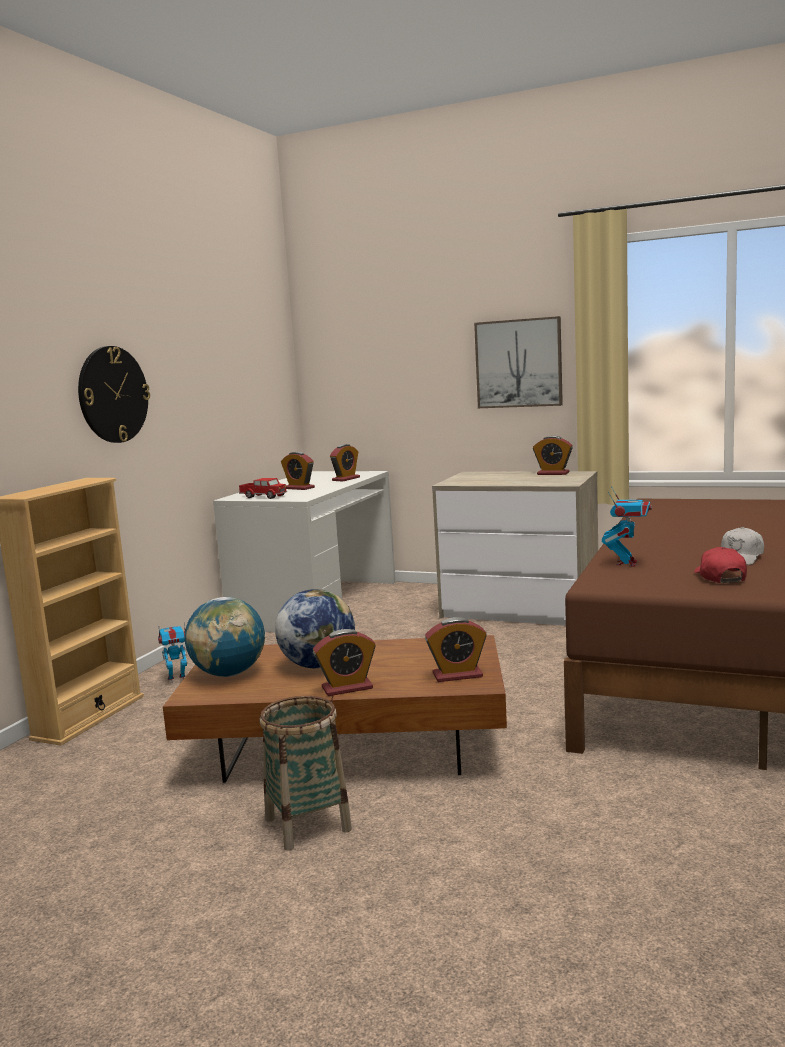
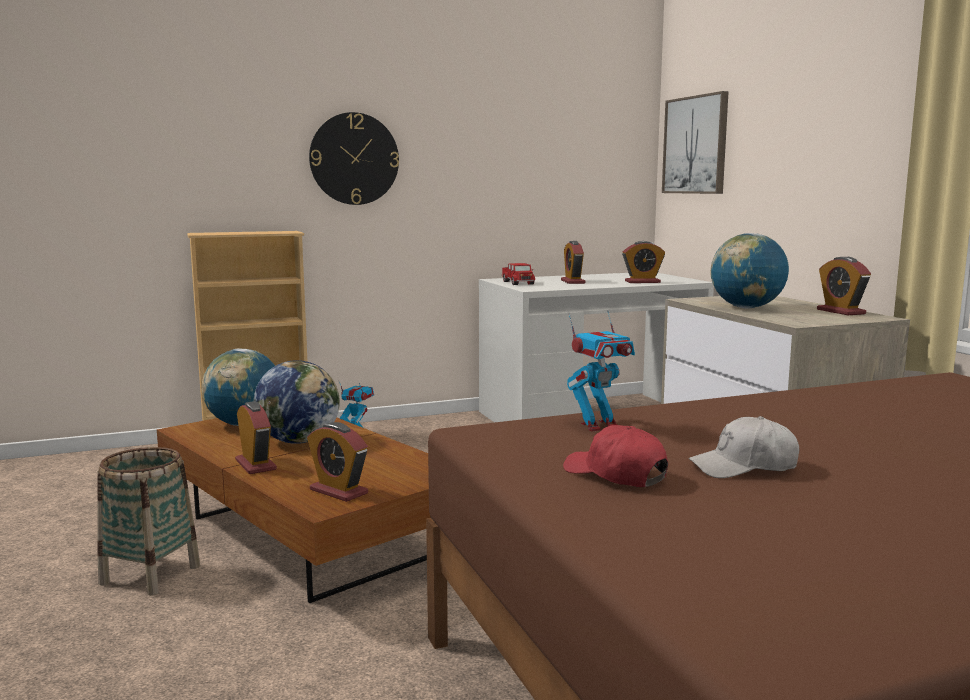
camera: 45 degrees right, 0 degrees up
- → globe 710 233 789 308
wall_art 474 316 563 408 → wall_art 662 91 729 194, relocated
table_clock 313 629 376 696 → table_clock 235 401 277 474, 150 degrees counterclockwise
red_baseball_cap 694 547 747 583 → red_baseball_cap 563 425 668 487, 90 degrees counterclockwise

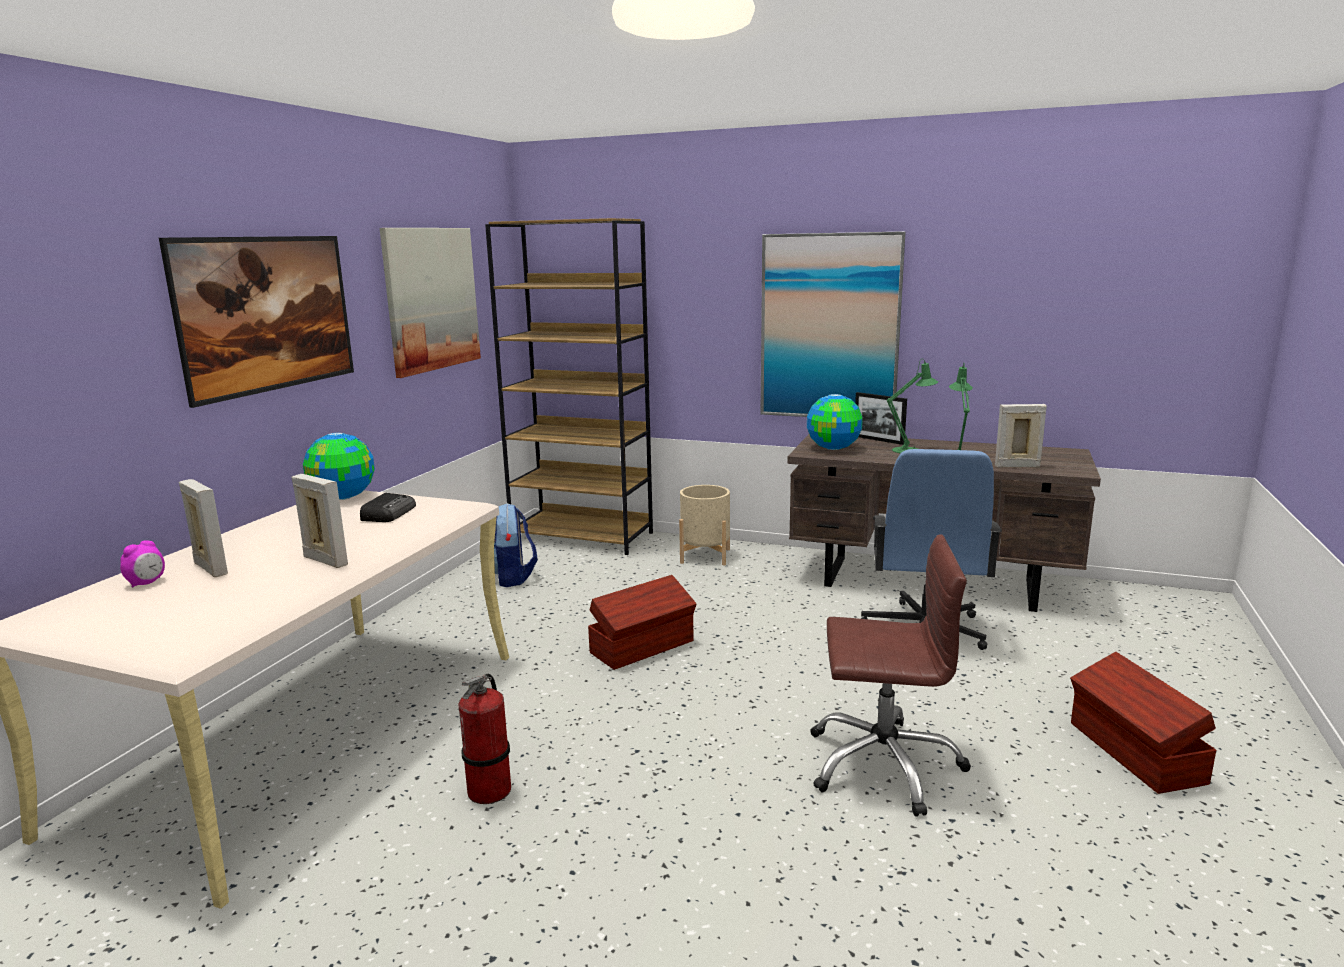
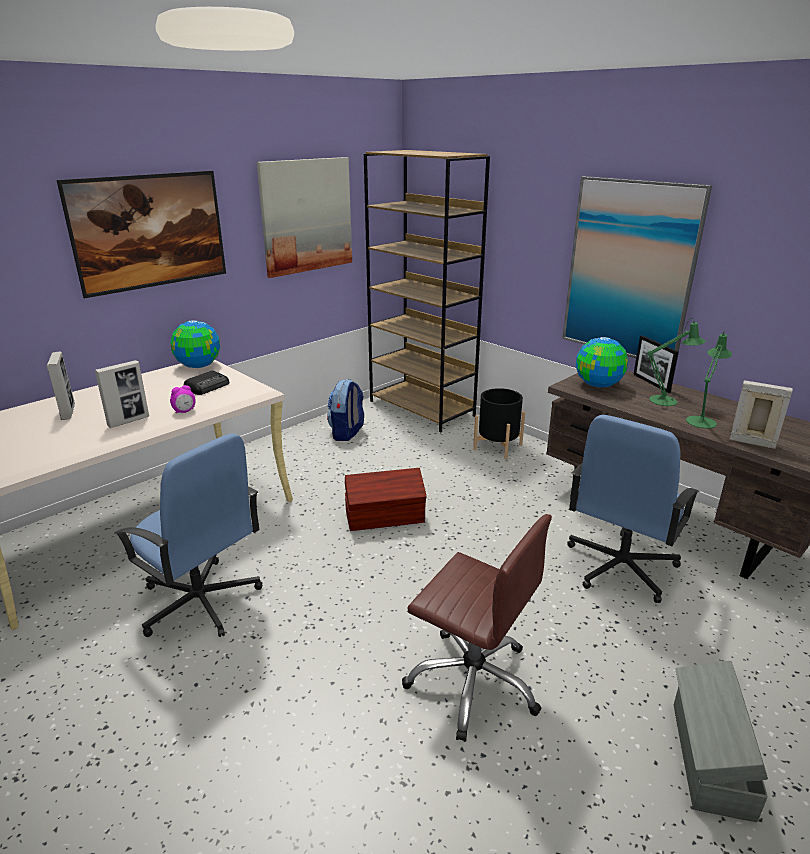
camera: 25 degrees right, 10 degrees up
table_clock 120 540 165 587 → table_clock 170 385 196 413, relocated
fire-fighting_cylinder 459 674 511 804 → bluish_computer_chair 114 433 263 637
beige-coloured_flower_pot 679 485 730 565 → black_flower_pot 473 388 525 459
brown_storage_box 1070 652 1216 794 → grey_storage_box 674 661 768 822
photo_frame 291 474 348 568 → photo_frame 95 360 149 428, 75 degrees clockwise

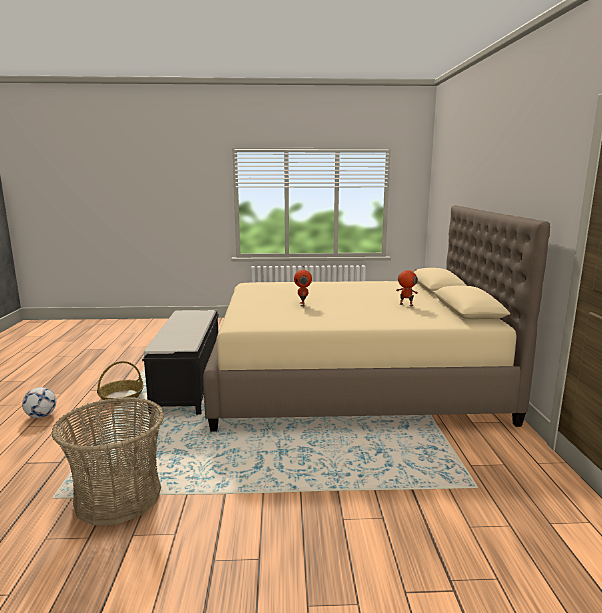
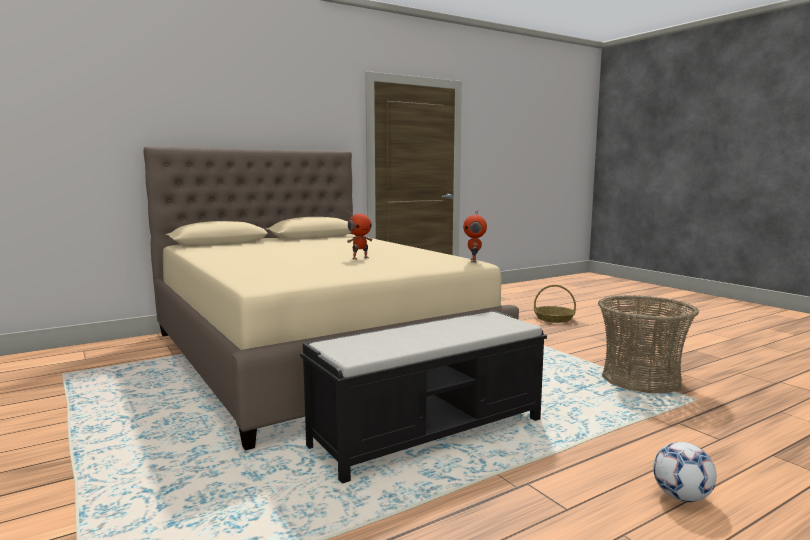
camera: 120 degrees left, 5 degrees down
household_basket 97 361 144 404 → household_basket 534 285 576 323, relocated
model_robot 396 269 418 307 → model_robot 463 211 487 262, relocated

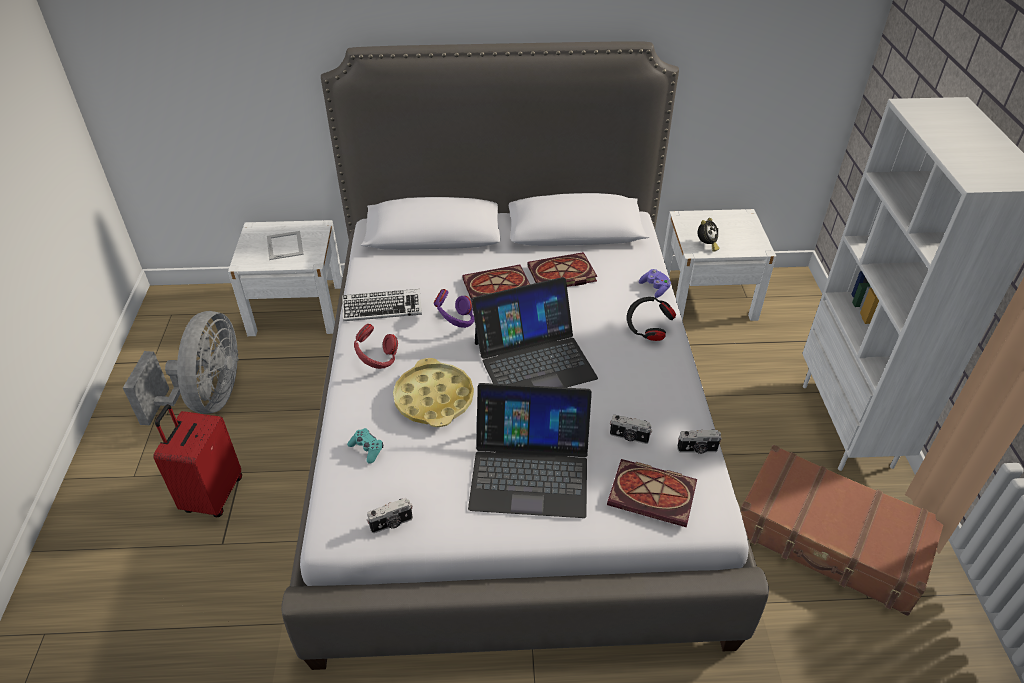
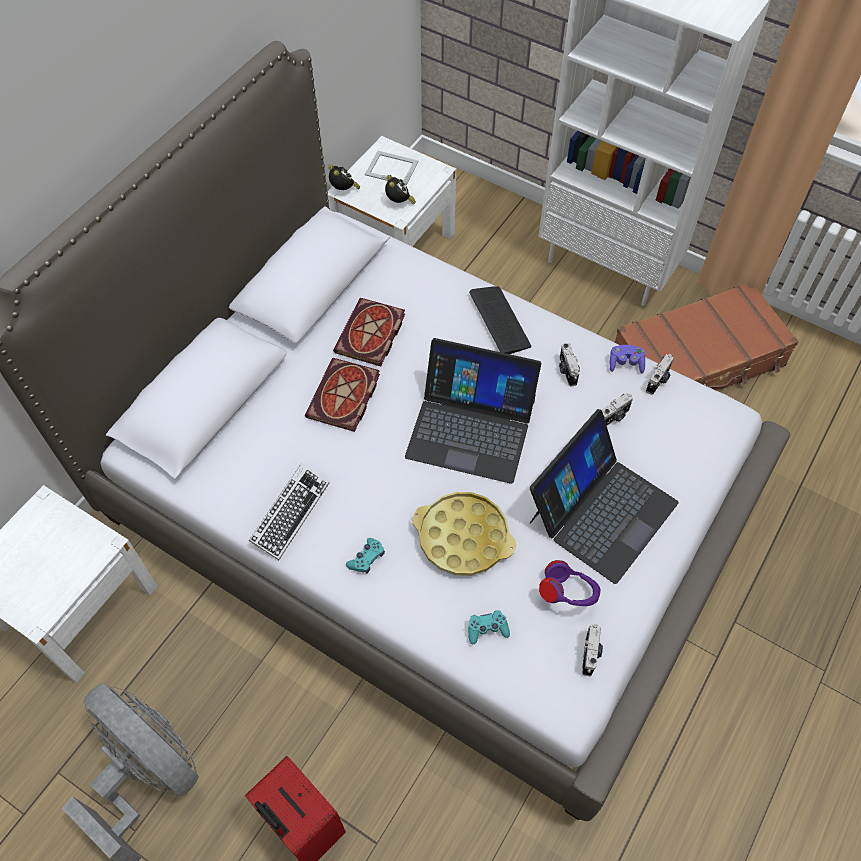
camera: 55 degrees left, 15 degrees up
book 607 459 697 528 → -
- → table_clock 328 164 360 190
- → photo_camera 559 343 580 386
photo_frame 267 231 304 260 → photo_frame 365 151 419 185, relocated
purple_pair_of_headphones 434 289 474 328 → purple_pair_of_headphones 539 560 601 606, relocated
purple_gamepad 639 269 671 298 → purple_gamepad 610 345 645 373, relocated
red_pair_of_headphones 354 324 398 369 → blue-green_gamepad 346 538 385 574
black_pair_of_headphones 627 297 676 341 → computer_keyboard 469 286 532 354
notebook_computer 471 277 598 388 → notebook_computer 405 338 541 484, 90 degrees clockwise

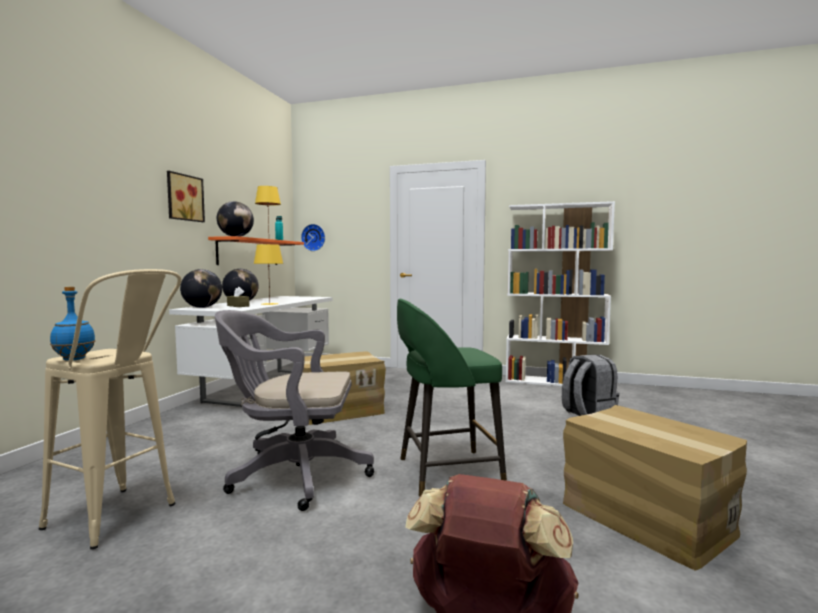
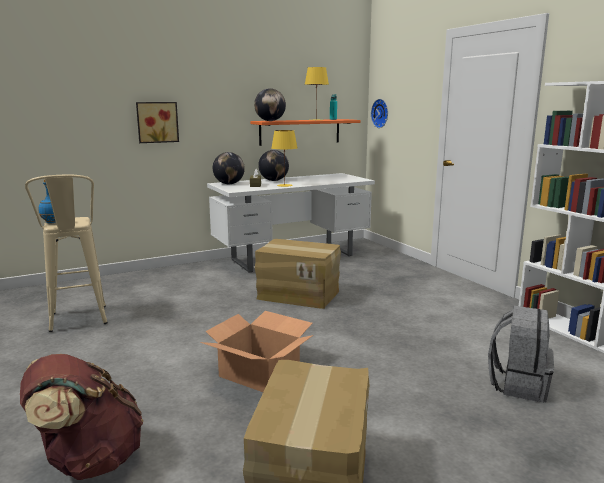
camera: 45 degrees right, 10 degrees up
grey_computer_chair 215 310 374 511 → -
wall_art 167 171 205 222 → wall_art 136 102 179 143, relocated
green_stool 397 299 507 496 → packing_box 200 311 313 392

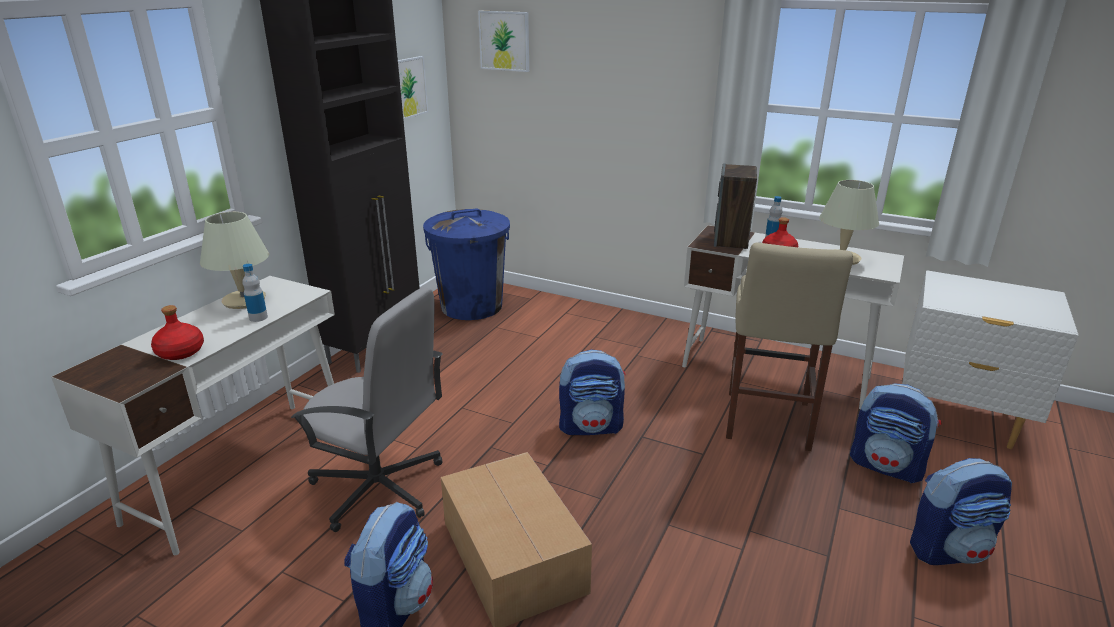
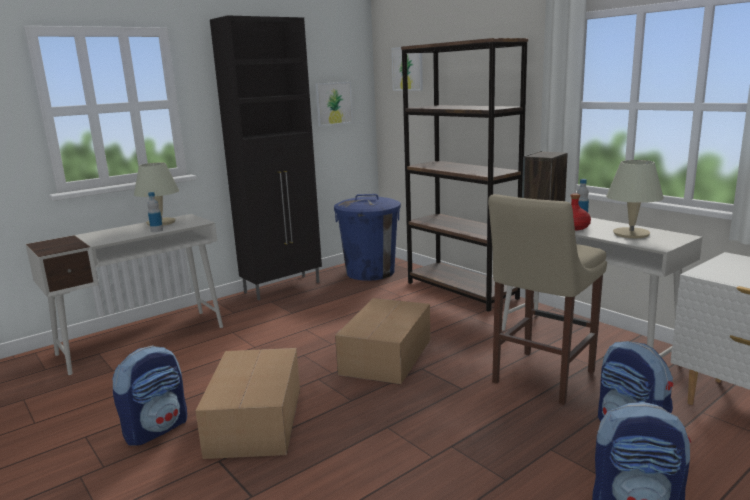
camera: 25 degrees right, 10 degrees down
red_bottle 151 305 204 360 → -
grey_computer_chair 291 288 442 532 → -
- → brown_bookcase 401 38 528 312
knapsack 559 349 626 435 → packing_box 335 298 430 385

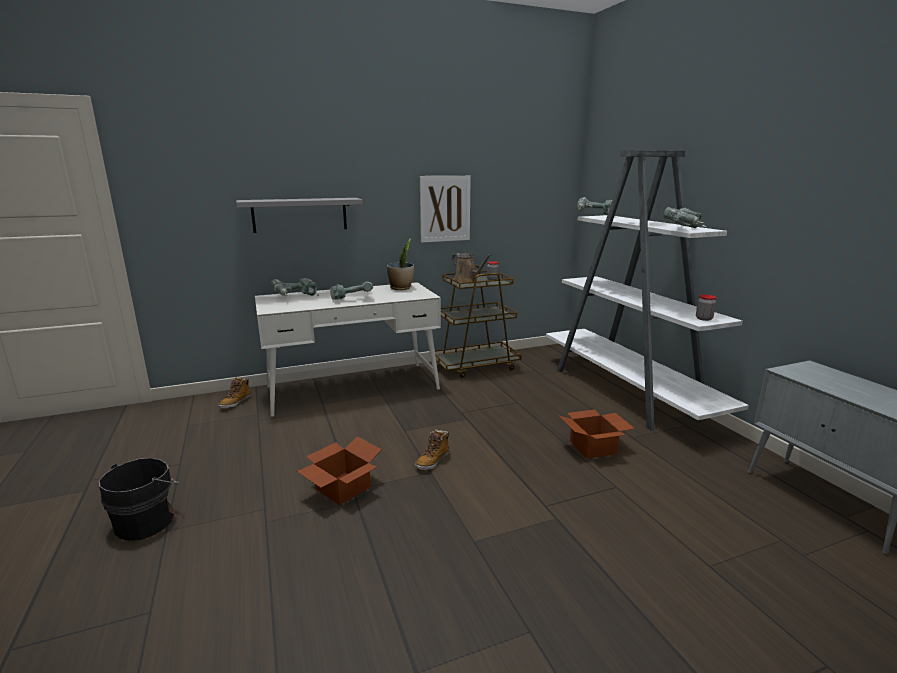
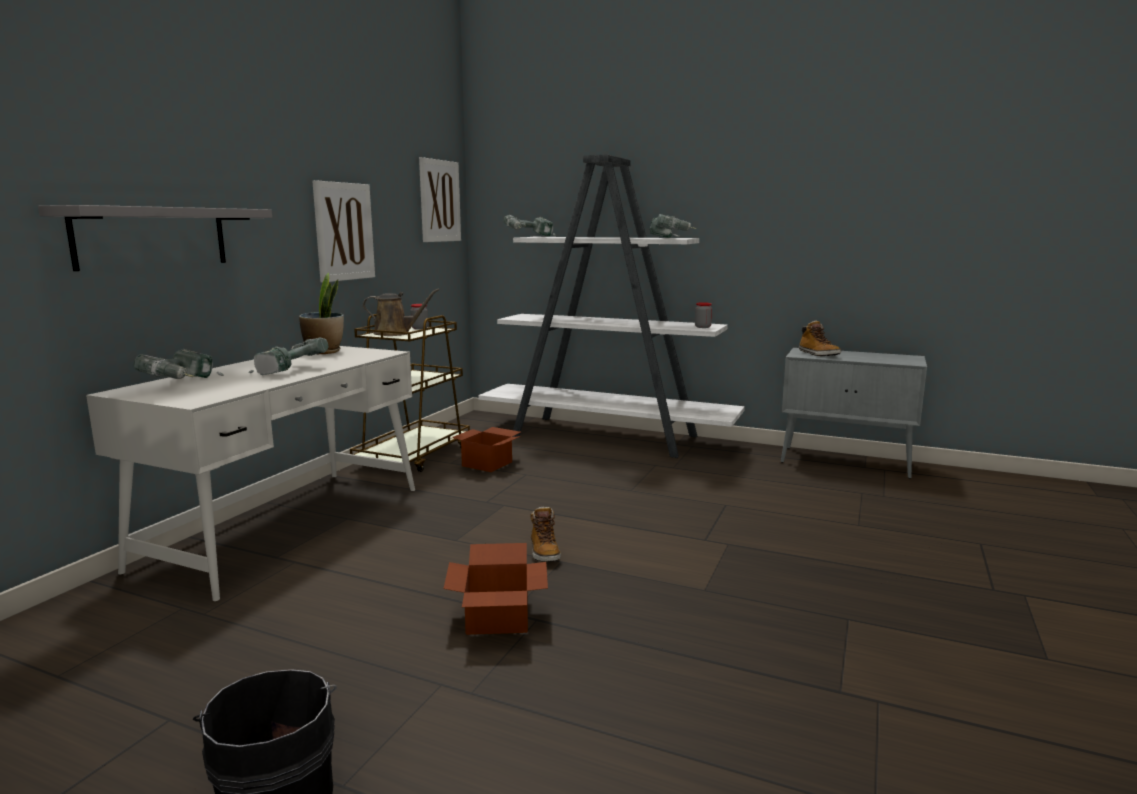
camera: 45 degrees left, 5 degrees down
- → wall_art 419 157 461 242
high-top_boot 218 377 251 408 → high-top_boot 799 320 841 356, relocated
packing_box 560 410 635 459 → packing_box 452 427 521 472, relocated

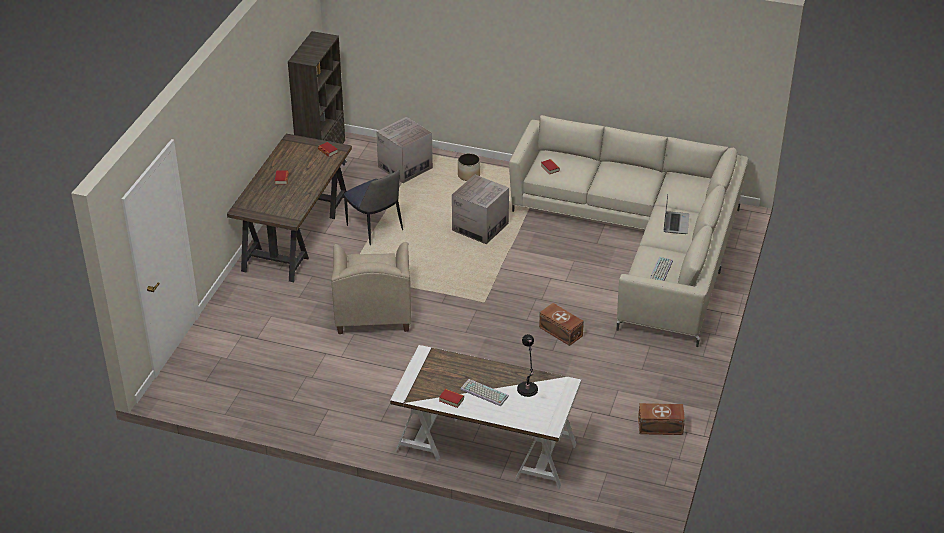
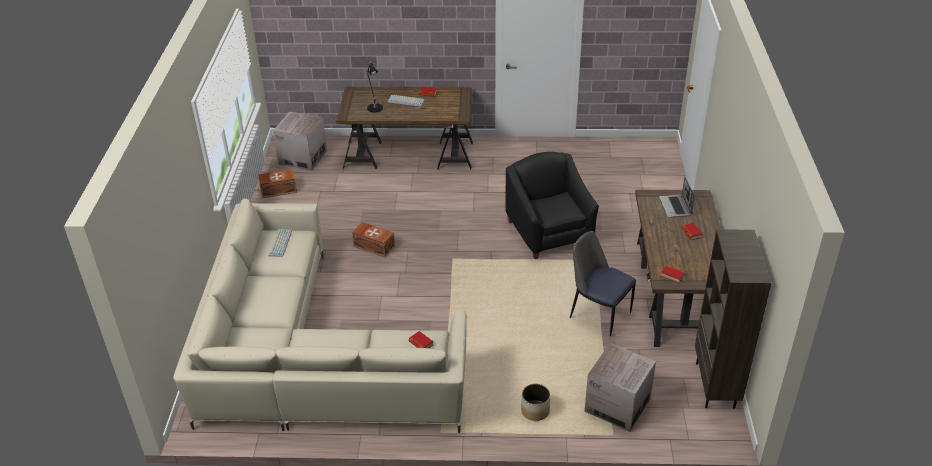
camera: 165 degrees right, 0 degrees up
packing_box 452 175 509 244 → packing_box 273 112 327 171, relocated
notebook_computer 664 195 689 234 → notebook_computer 659 177 695 217, relocated
beige-coloured_lounge_chair 331 242 411 334 → black_lounge_chair 505 152 599 259
whitish_desk 390 345 581 490 → brown_desk 336 87 473 169

